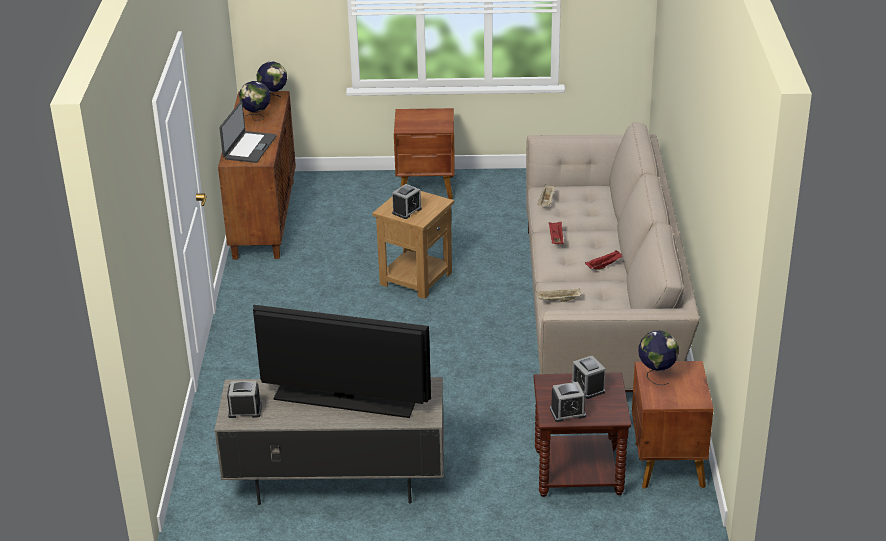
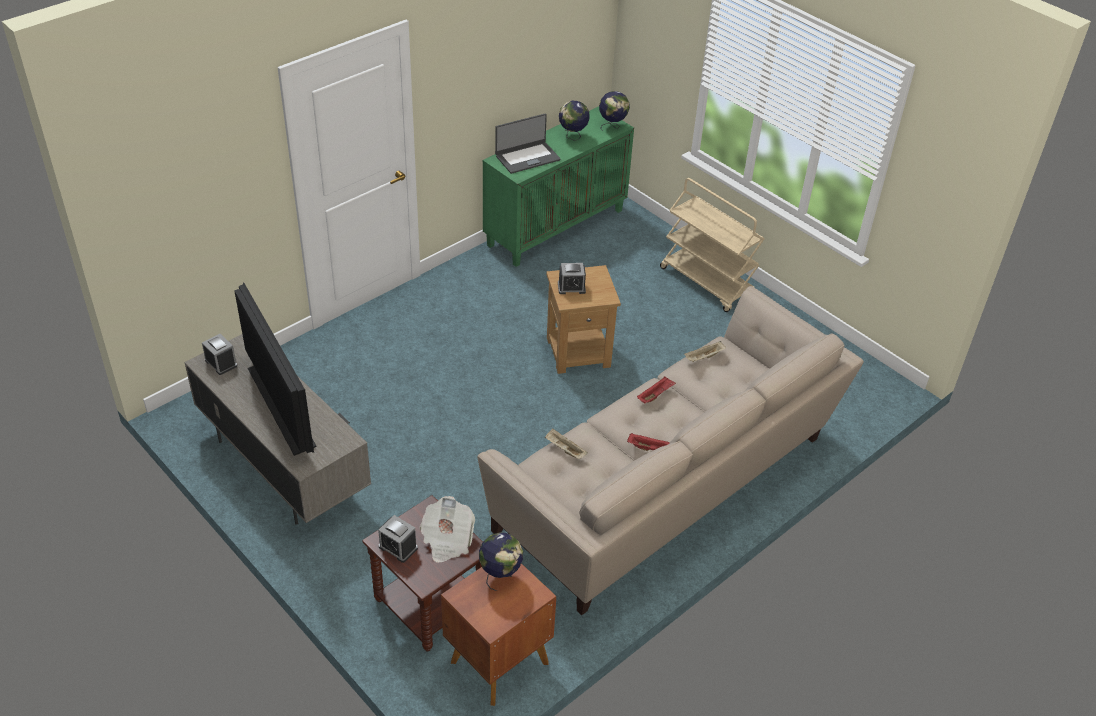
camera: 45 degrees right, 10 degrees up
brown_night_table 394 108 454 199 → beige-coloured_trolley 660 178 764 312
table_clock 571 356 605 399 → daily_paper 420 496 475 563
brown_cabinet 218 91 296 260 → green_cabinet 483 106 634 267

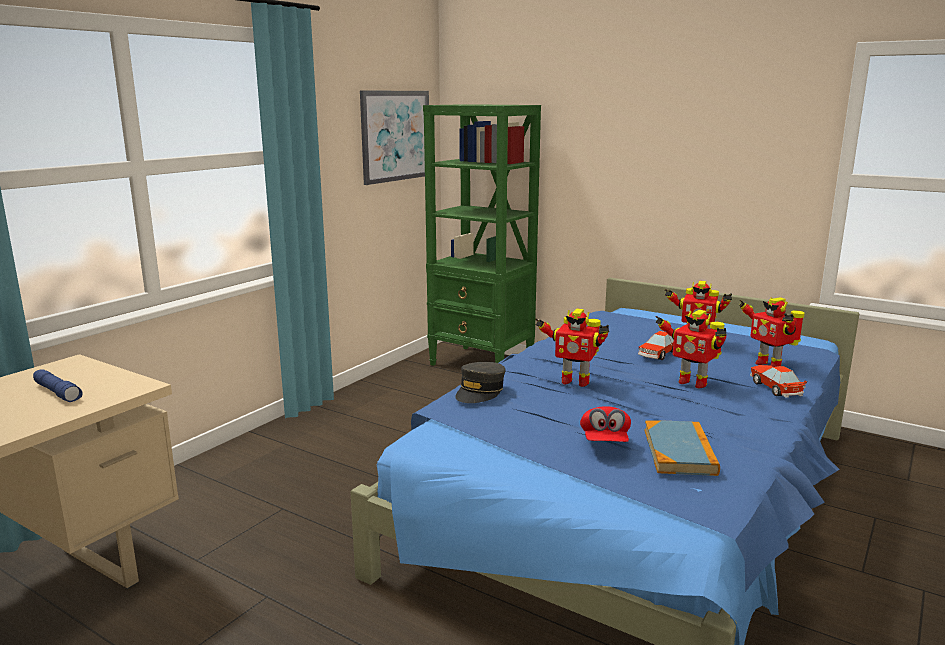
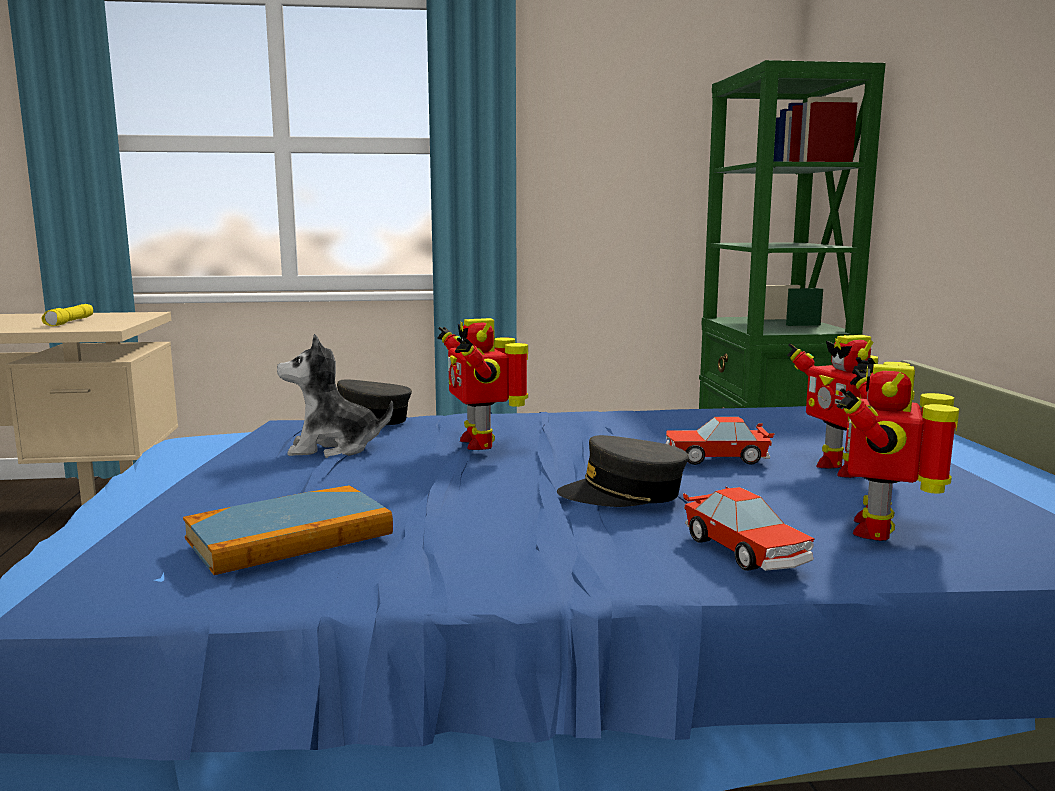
camera: 50 degrees right, 5 degrees down
wall_art 360 90 429 185 → -
red_baseball_cap 580 406 631 442 → -
- → cuddly_toy 277 334 393 458
model_robot 655 310 727 389 → grey_baseball_cap 557 435 689 507
bluish_flashlight 33 369 83 402 → yellow-coloured_flashlight 41 304 93 326
toy_car 750 365 807 398 → toy_car 683 487 815 571, 120 degrees clockwise

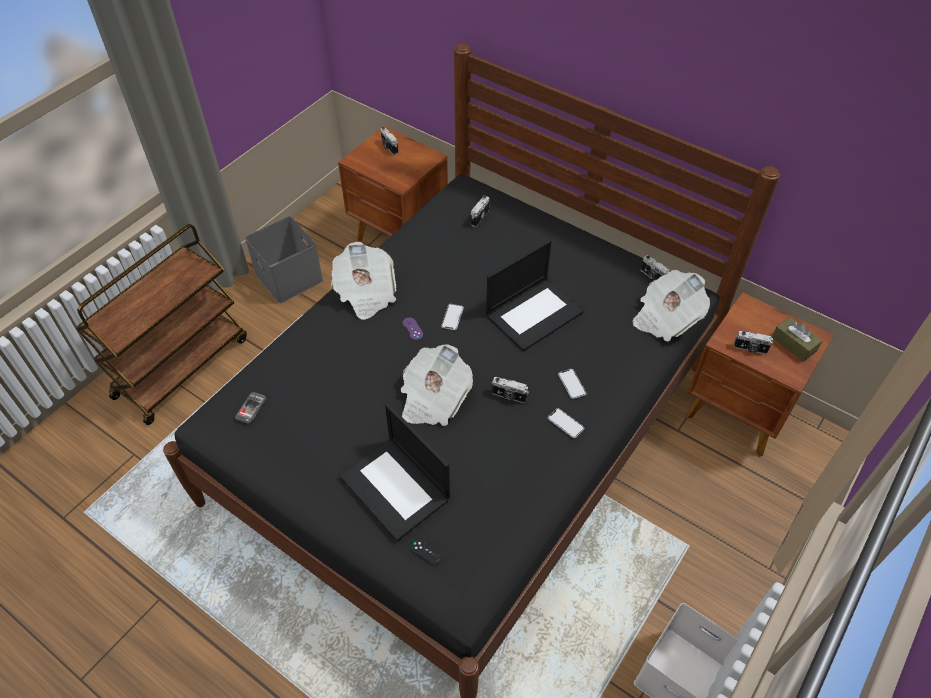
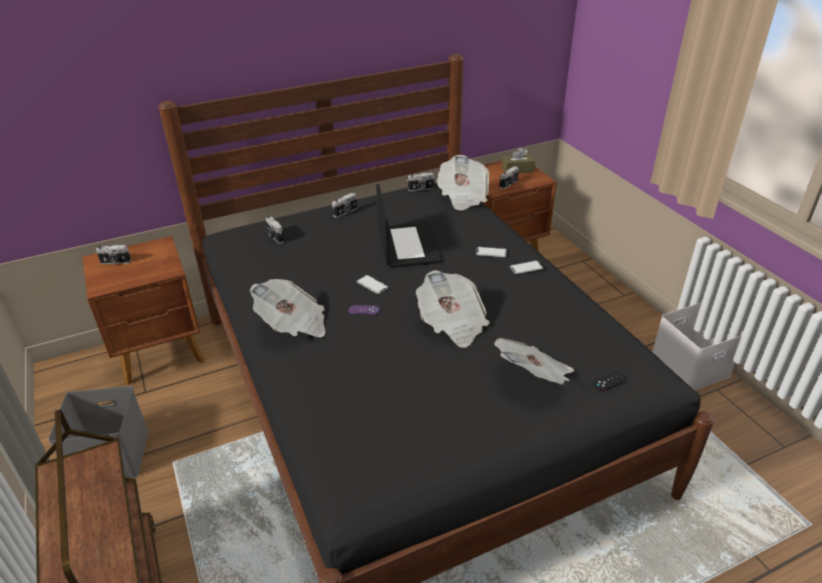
camera: 60 degrees left, 15 degrees down
telephone 235 392 266 424 → -
photo_camera 491 377 529 403 → photo_camera 332 193 357 218, relocated
notebook_computer 339 403 450 541 → daily_paper 494 338 574 385

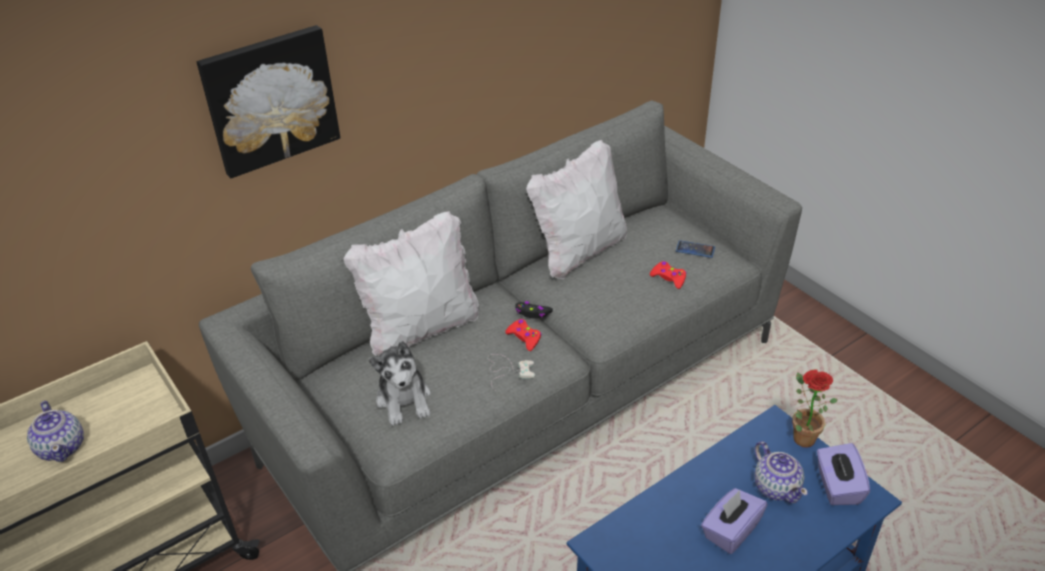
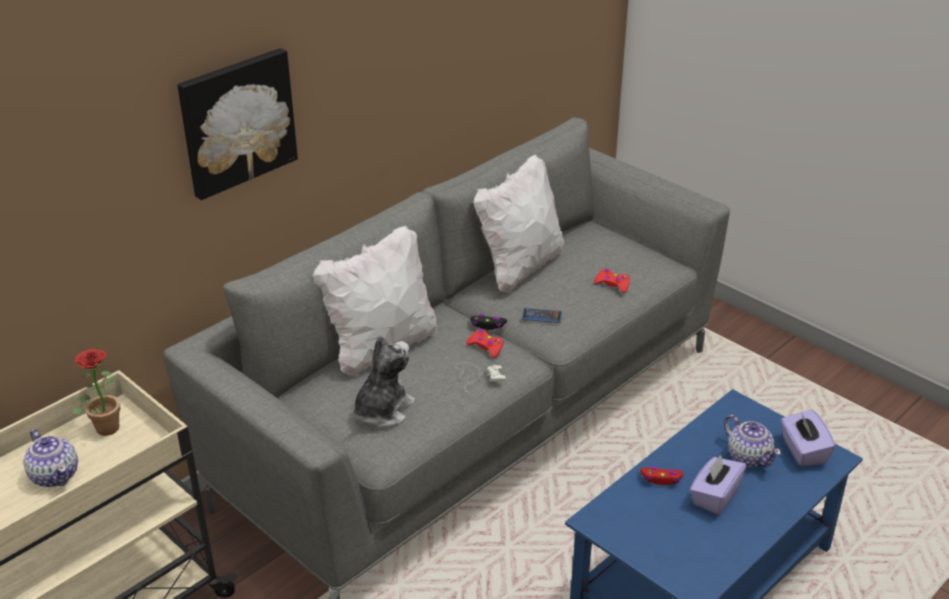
camera: 10 degrees left, 5 degrees down
- → red_gamepad 640 466 683 485
telephone 676 240 715 258 → telephone 522 308 562 323, relocated
potted_plant 792 369 838 447 → potted_plant 72 349 120 436, relocated
cuddly_toy 369 341 431 426 → cuddly_toy 353 335 416 428, 120 degrees counterclockwise

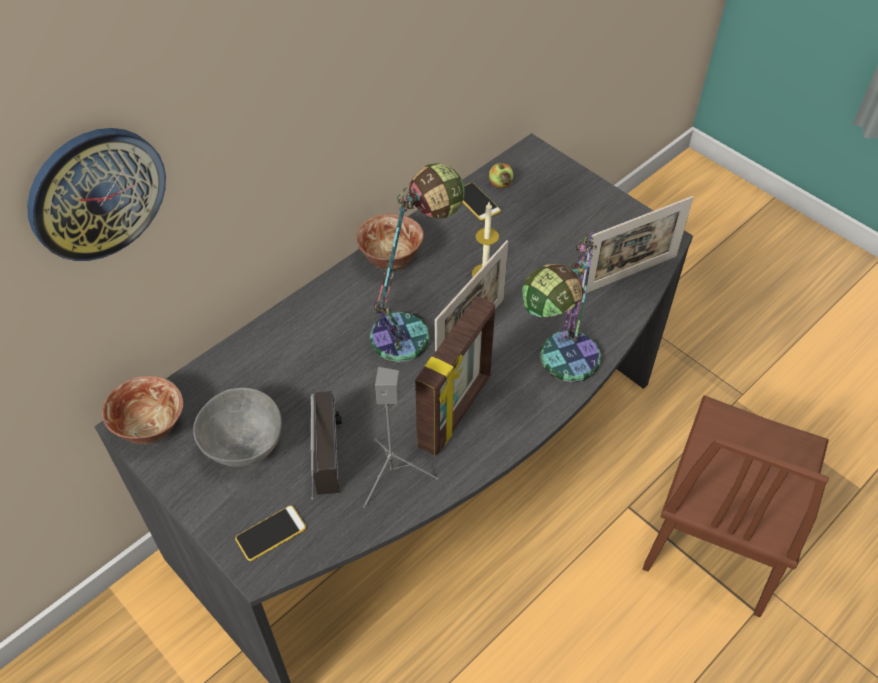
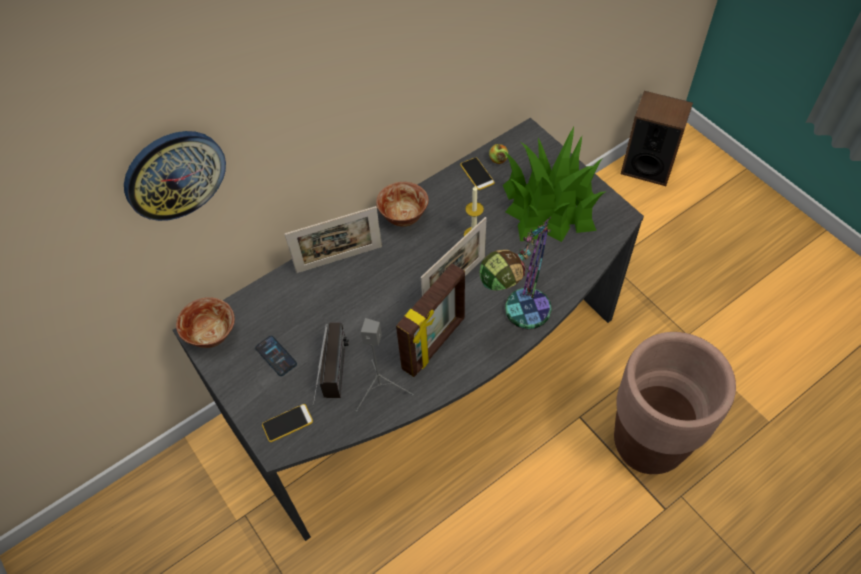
camera: 10 degrees right, 5 degrees up
table_lamp 370 163 465 363 → -
- → potted_plant 503 127 605 242
- → loudspeaker 621 91 693 186
photo_frame 582 196 694 293 → photo_frame 285 206 382 273, relocated
grey_deep_dish 193 388 282 467 → telephone 255 336 297 376
brown_upright_chair 643 395 829 617 → brown_flower_pot 614 332 736 474

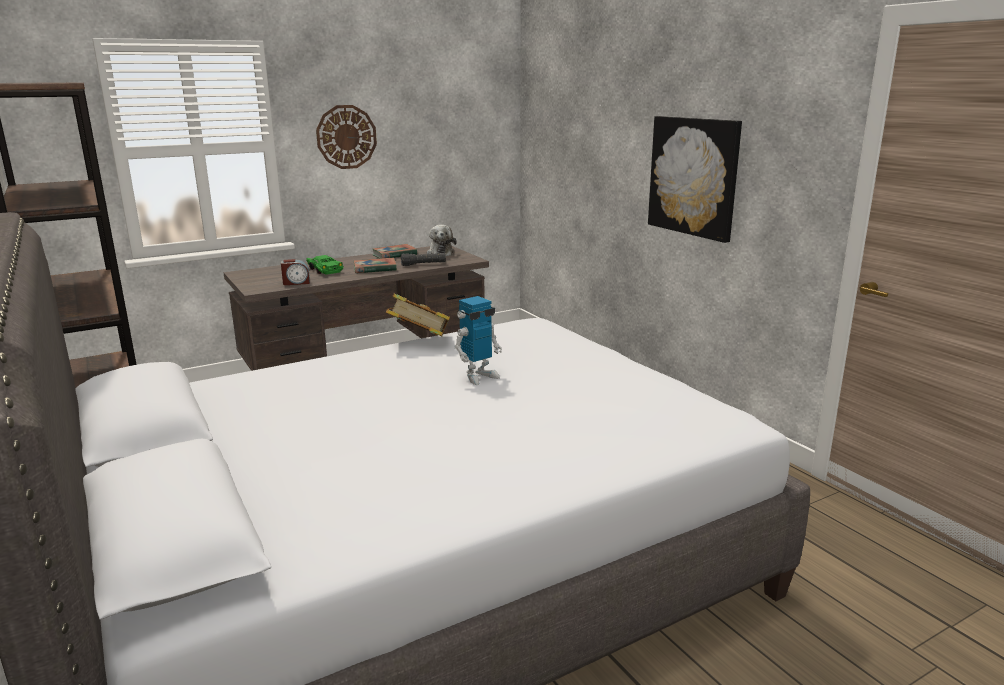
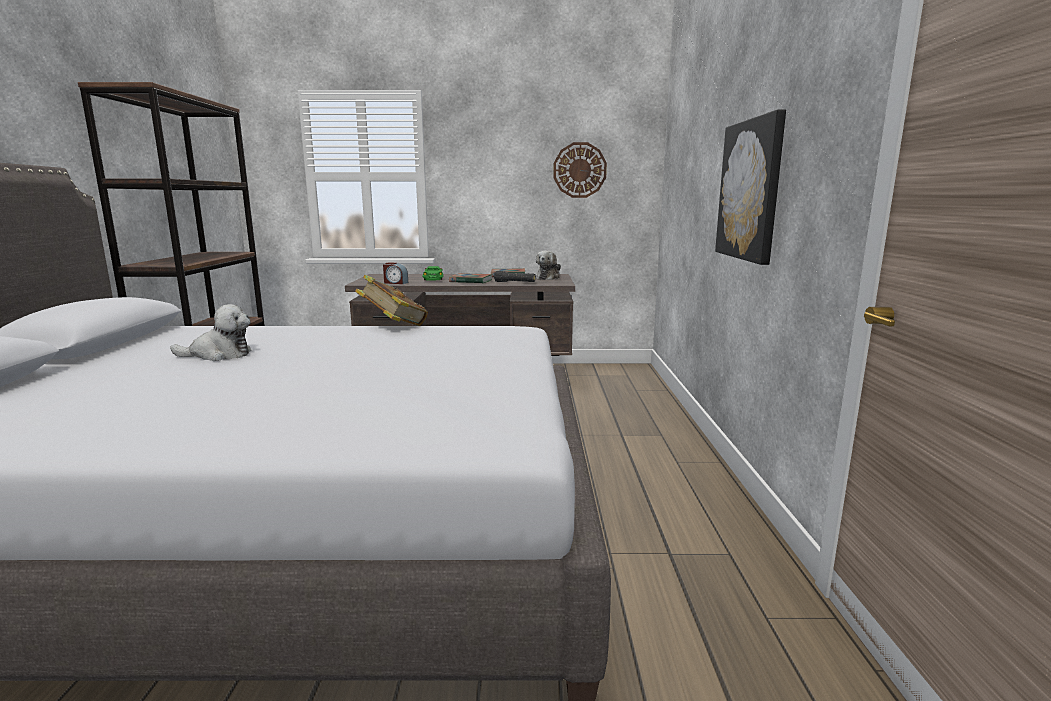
camera: 30 degrees right, 5 degrees down
model_robot 454 296 502 385 → -
- → cuddly_toy 170 304 252 361
wall_clock 316 105 377 169 → wall_clock 553 142 607 198, relocated

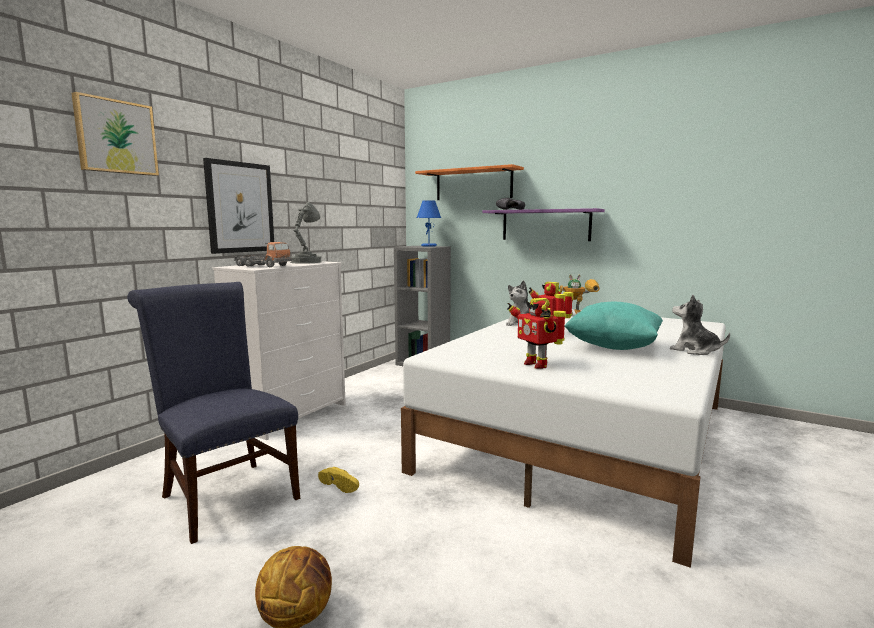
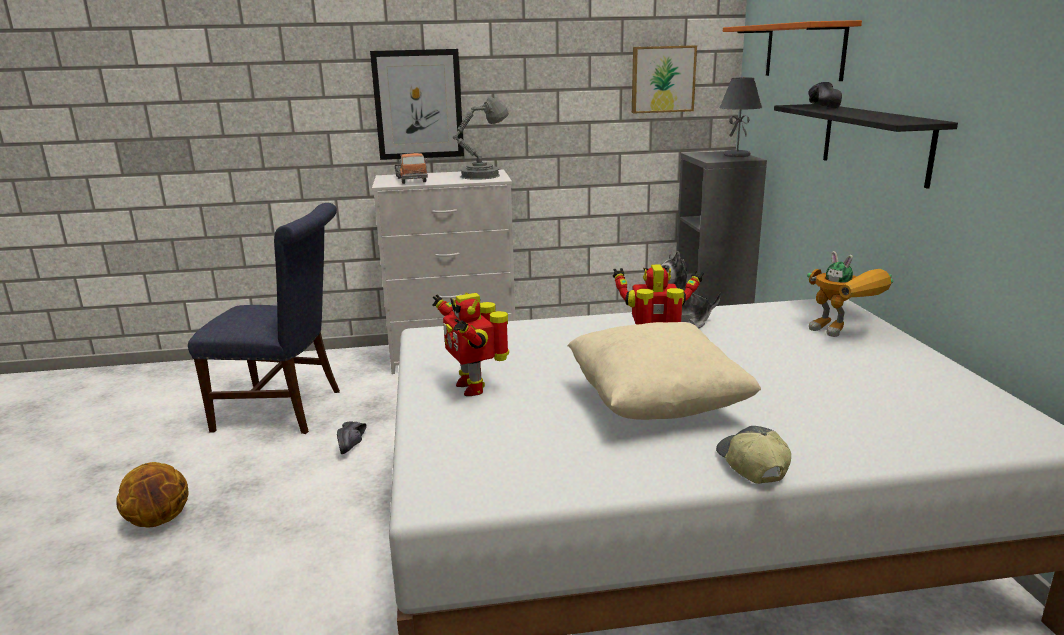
camera: 50 degrees right, 10 degrees up
wall_art 71 92 159 176 → wall_art 632 45 697 113, relocated
cuddly_toy 670 295 730 355 → baseball_cap 716 426 791 484
yellow-coloured_shoe 318 467 359 493 → black_shoe 337 421 367 454
bluish_table_lamp 417 200 441 247 → grey_table_lamp 719 78 763 157
purple_shelf 483 208 605 241 → black_shelf 774 104 958 189
blue-green_cushion 565 302 663 350 → beige-coloured_cushion 568 322 761 420
bluish_upright_chair 127 282 300 544 → bluish_upright_chair 188 203 340 434, 90 degrees clockwise
model_robot 507 298 566 369 → model_robot 432 292 509 396, 45 degrees counterclockwise

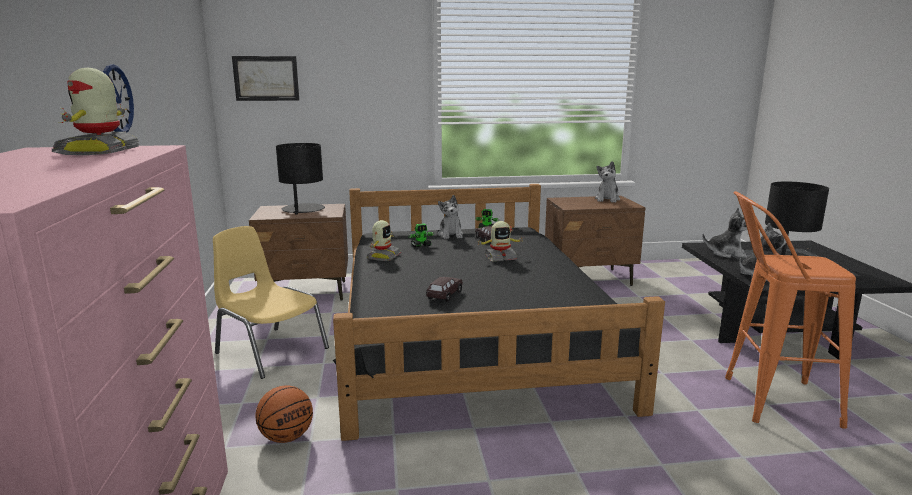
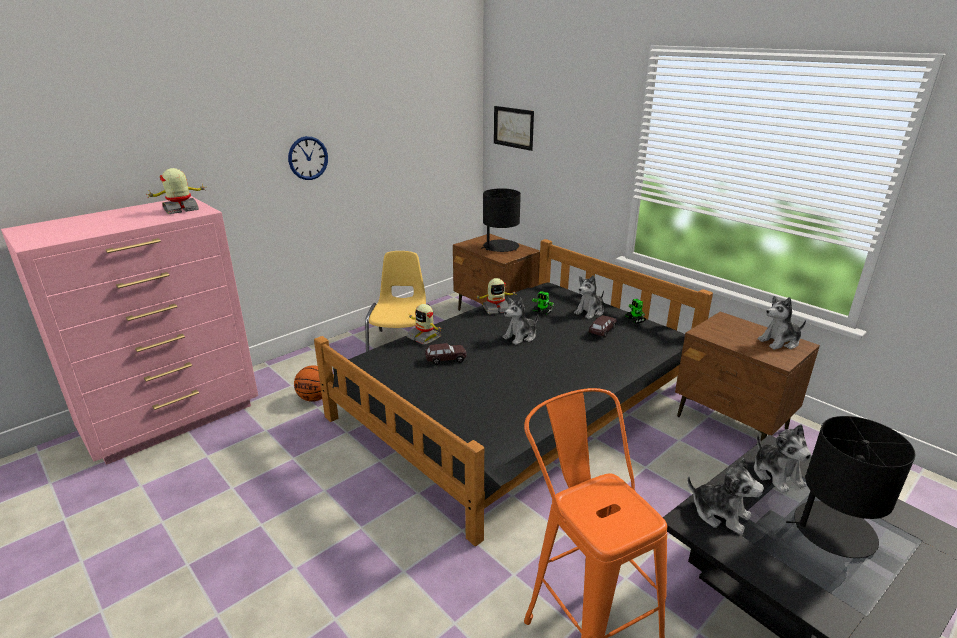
camera: 55 degrees right, 10 degrees up
- → cuddly_toy 503 298 538 345
model_robot 476 221 524 262 → model_robot 407 304 441 345, relocated

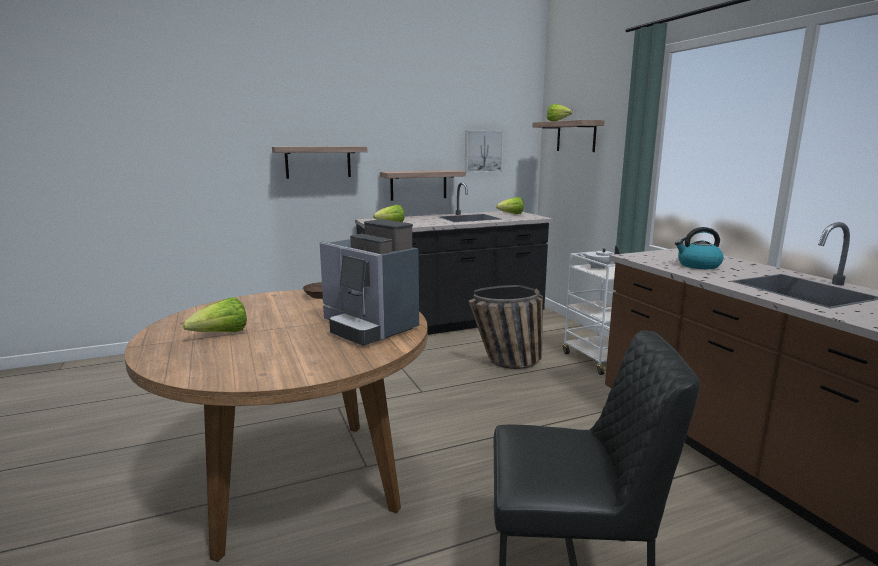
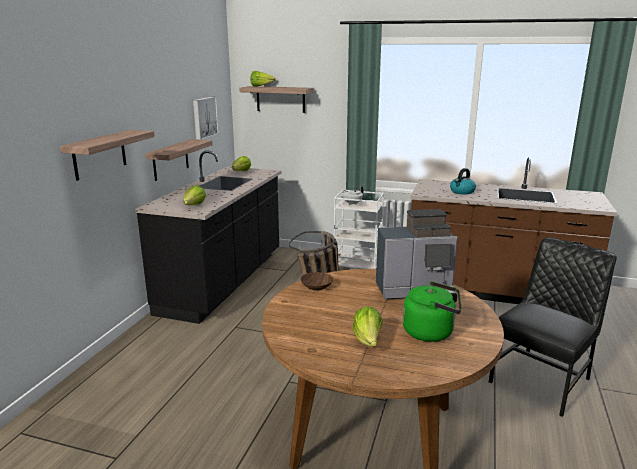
camera: 50 degrees left, 5 degrees up
- → green_kettle 403 281 462 342

